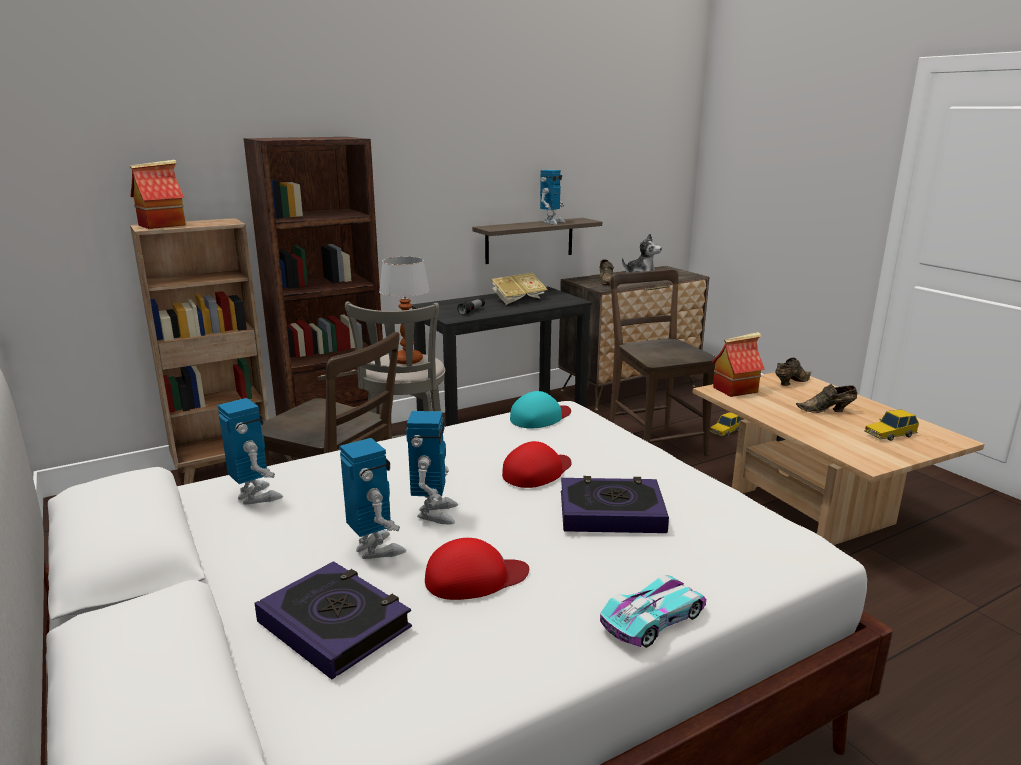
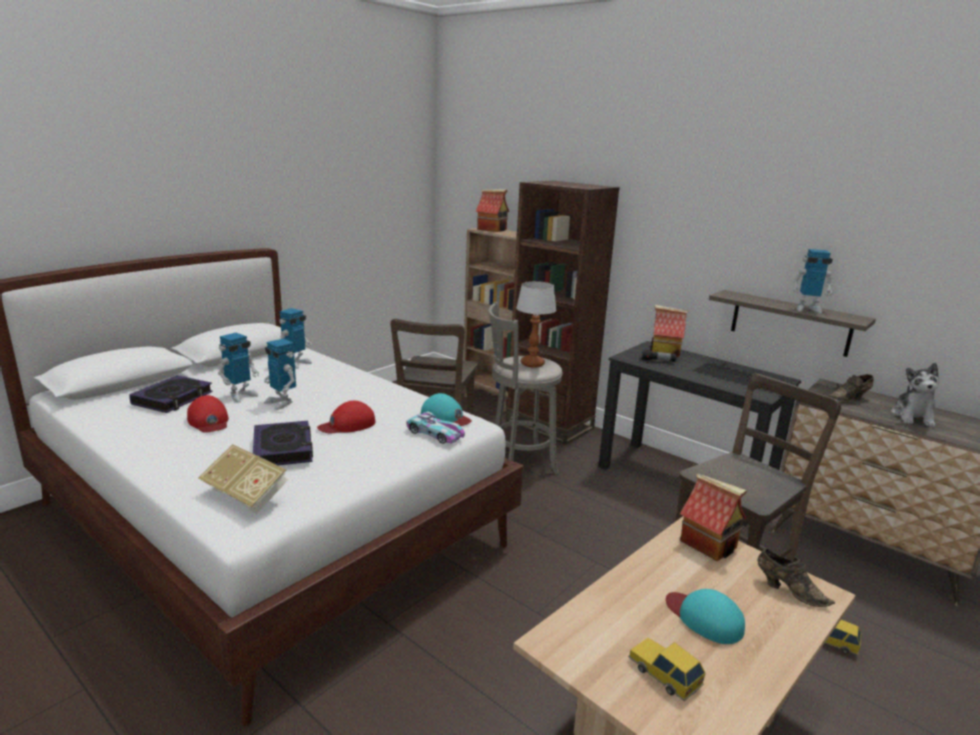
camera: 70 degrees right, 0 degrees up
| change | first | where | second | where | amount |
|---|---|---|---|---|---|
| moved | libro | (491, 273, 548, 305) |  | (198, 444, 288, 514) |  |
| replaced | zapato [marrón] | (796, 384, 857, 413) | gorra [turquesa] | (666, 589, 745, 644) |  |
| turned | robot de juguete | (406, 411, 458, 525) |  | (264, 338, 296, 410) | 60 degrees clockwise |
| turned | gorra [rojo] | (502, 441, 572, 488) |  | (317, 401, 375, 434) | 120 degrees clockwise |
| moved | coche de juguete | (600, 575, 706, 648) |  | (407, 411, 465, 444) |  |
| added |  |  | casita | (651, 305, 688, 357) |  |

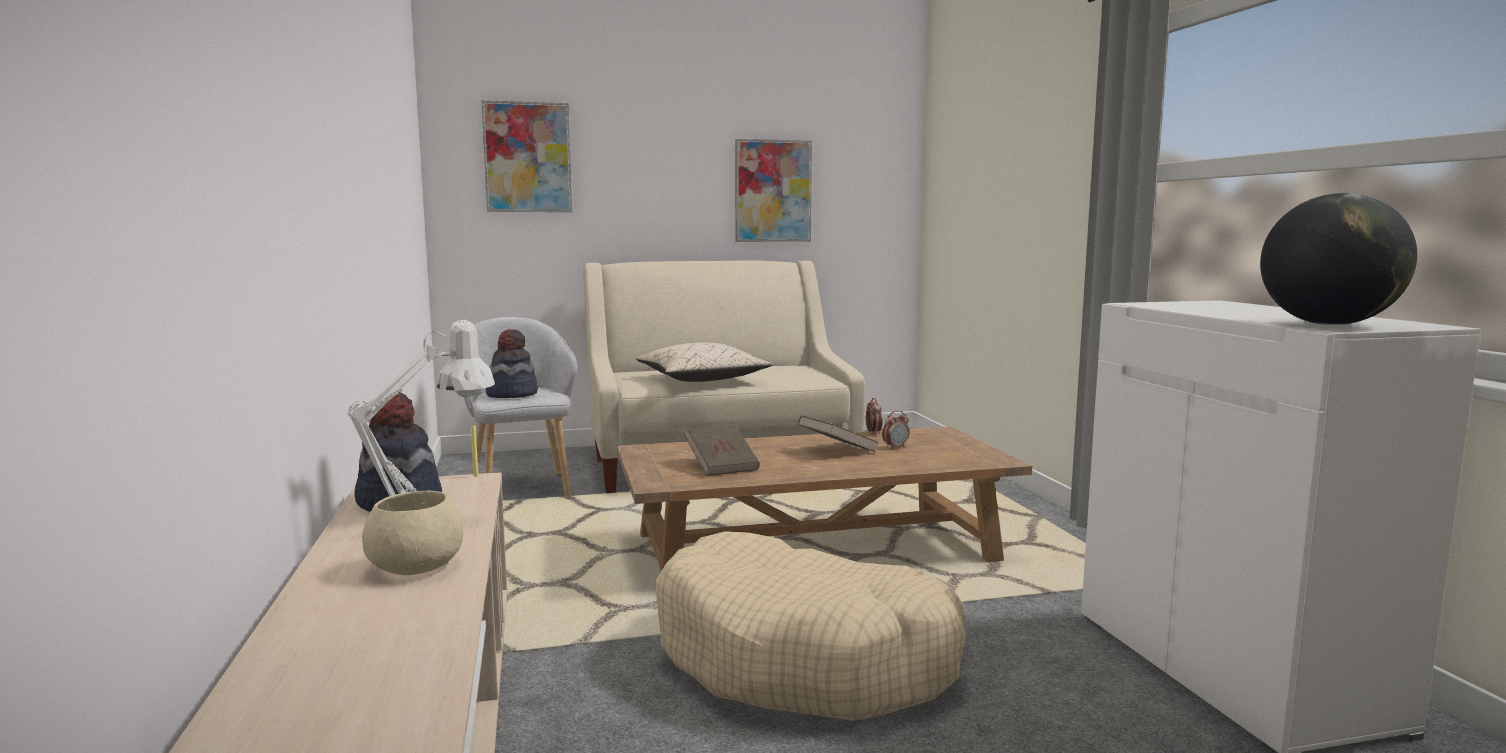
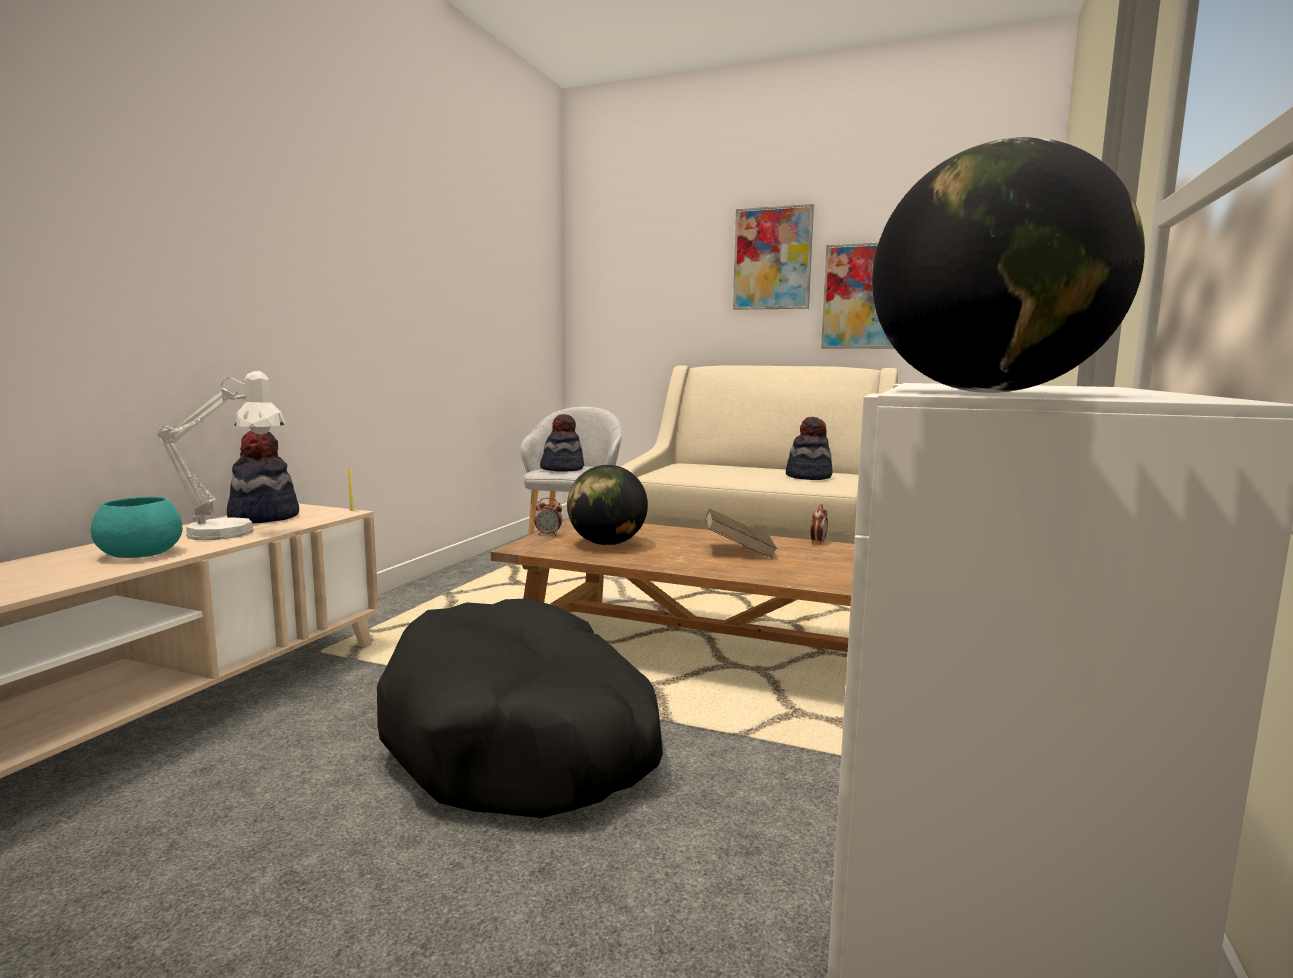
camera: 35 degrees right, 0 degrees up
| change | first | where | second | where | amount |
|---|---|---|---|---|---|
| moved | cuadro | (481, 100, 572, 212) |  | (733, 204, 814, 310) |  |
| removed | cojín [beis] | (636, 343, 773, 382) |  |  |  |
| moved | despertador | (882, 410, 910, 449) |  | (534, 498, 563, 536) |  |
| replaced | libro [marrón] | (683, 421, 760, 476) | globo terráqueo | (567, 465, 648, 545) |  |
| recoloured | cuenco [beis] | (362, 490, 463, 575) | cuenco [turquesa] | (91, 497, 183, 558) |  |
| recoloured | cama para perro [beis] | (655, 531, 967, 720) | cama para perro [negro] | (377, 598, 663, 818) |  |
| added |  |  | sombrero | (786, 417, 833, 480) |  |

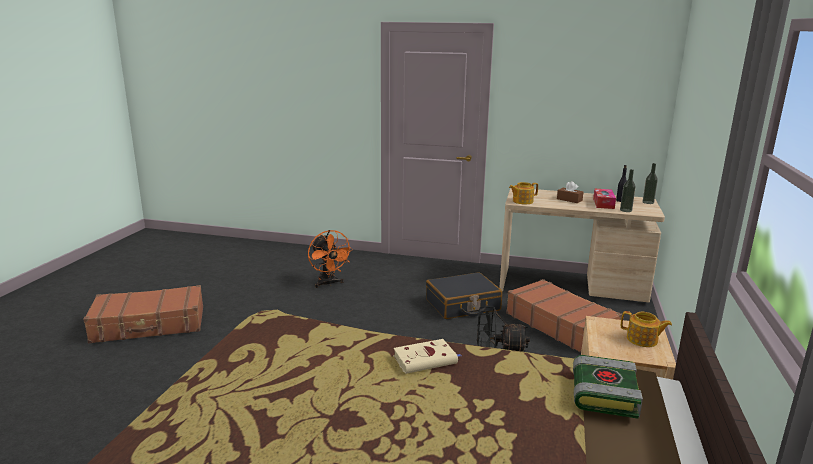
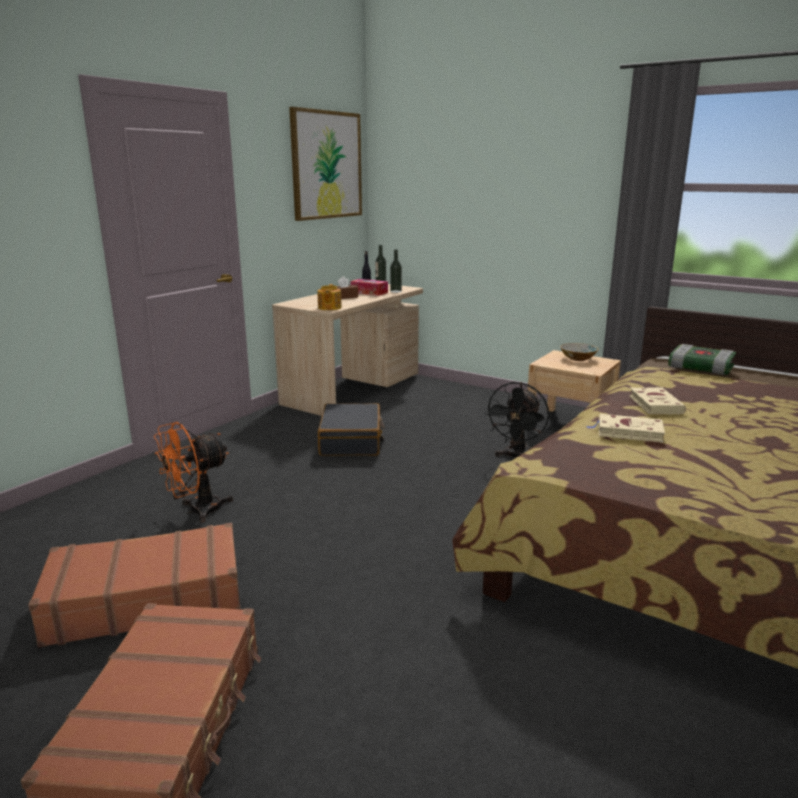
camera: 70 degrees left, 0 degrees up
| change | first | where | second | where | amount |
|---|---|---|---|---|---|
| turned | ventilador [naranja] | (308, 230, 353, 288) |  | (154, 422, 233, 522) | 150 degrees clockwise |
| moved | maleta [marrón] | (506, 279, 622, 353) |  | (28, 523, 241, 648) |  |
| replaced | tetera | (621, 311, 672, 347) | cuenco | (560, 343, 598, 361) |  |
| added |  |  | cuadro | (289, 107, 362, 221) |  |
| added |  |  | libro [beis] | (587, 414, 665, 443) |  |

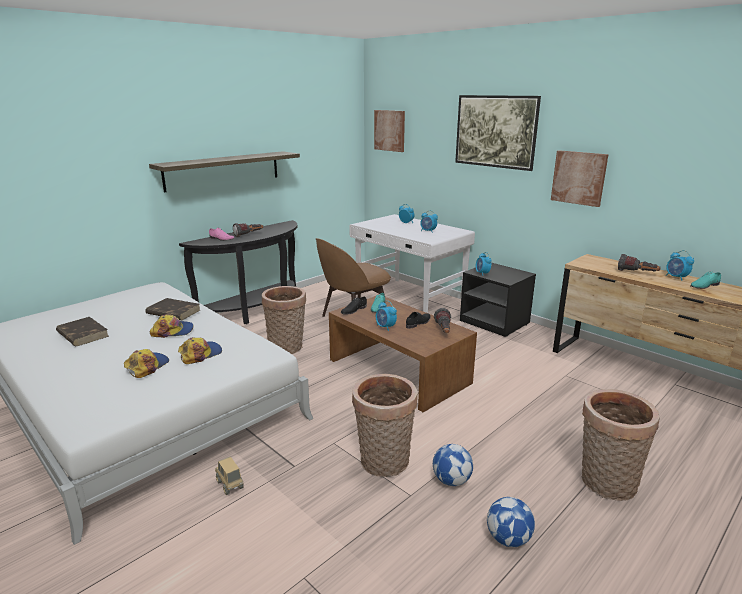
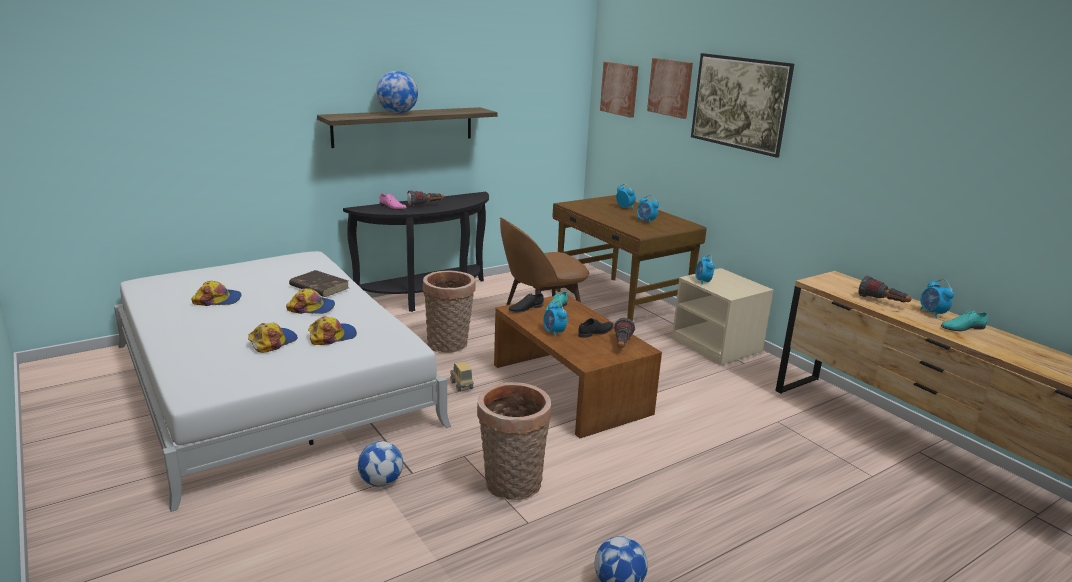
camera: 10 degrees right, 0 degrees up
| change | first | where | second | where | amount |
|---|---|---|---|---|---|
| moved | cuadro | (551, 150, 608, 207) |  | (647, 58, 693, 119) |  |
| recoloured | escritorio [blanco] | (349, 214, 475, 313) | escritorio [marrón] | (552, 195, 707, 321) |  |
| recoloured | mesita de noche [negro] | (460, 263, 536, 337) | mesita de noche [beis] | (672, 268, 774, 365) |  |
| replaced | libro [marrón] | (56, 317, 109, 346) | gorra | (191, 281, 242, 306) |  |
| removed | cesta | (582, 389, 660, 501) |  |  |  |
| moved | balón de fútbol | (433, 444, 473, 486) |  | (358, 441, 403, 487) |  |
| moved | camión de juguete | (215, 456, 244, 495) |  | (450, 361, 474, 392) |  |
| added |  |  | globo terráqueo | (376, 71, 418, 114) |  |

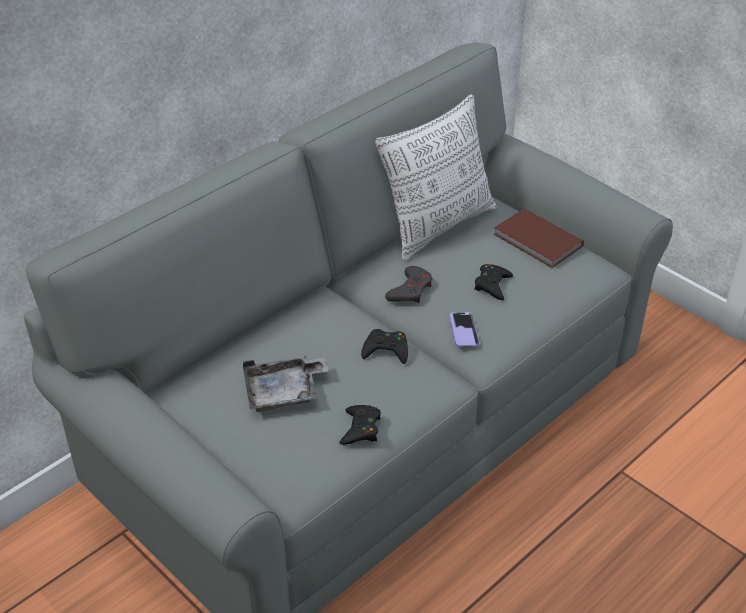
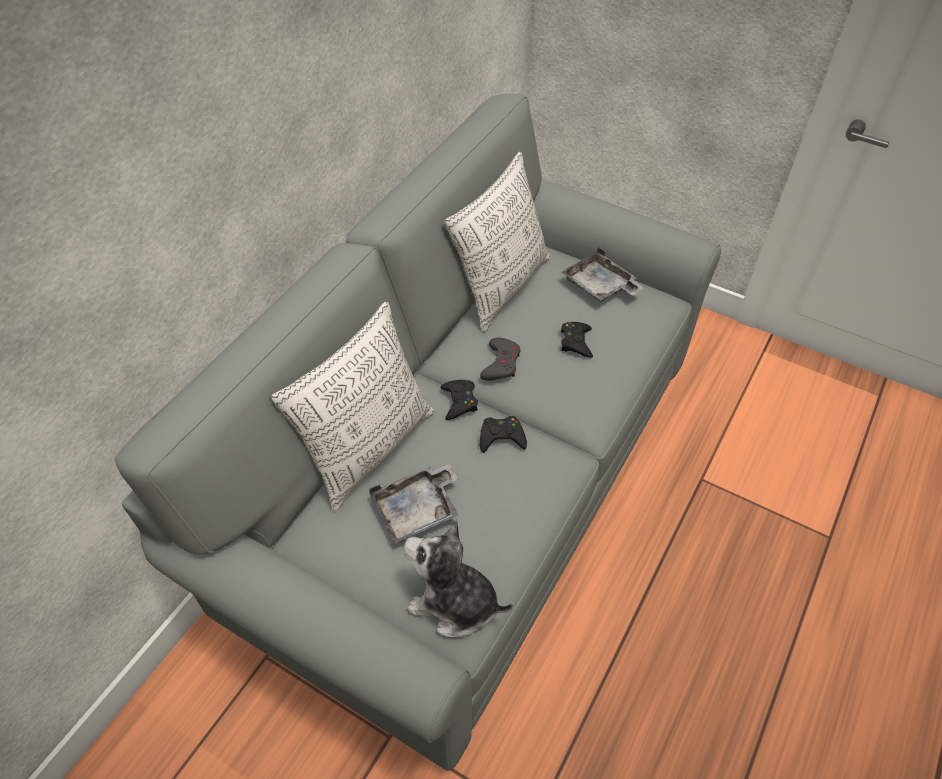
camera: 15 degrees left, 10 degrees up
| change | first | where | second | where | amount |
|---|---|---|---|---|---|
| replaced | libro [marrón] | (493, 208, 584, 268) | bandeja [gris] | (562, 247, 644, 302) |  |
| removed | móvil | (449, 312, 479, 347) |  |  |  |
| moved | mando de consola [negro] | (339, 405, 381, 445) |  | (440, 380, 478, 420) |  |
| added |  |  | cojín | (271, 301, 434, 511) |  |
| added |  |  | peluche | (404, 519, 513, 637) |  |

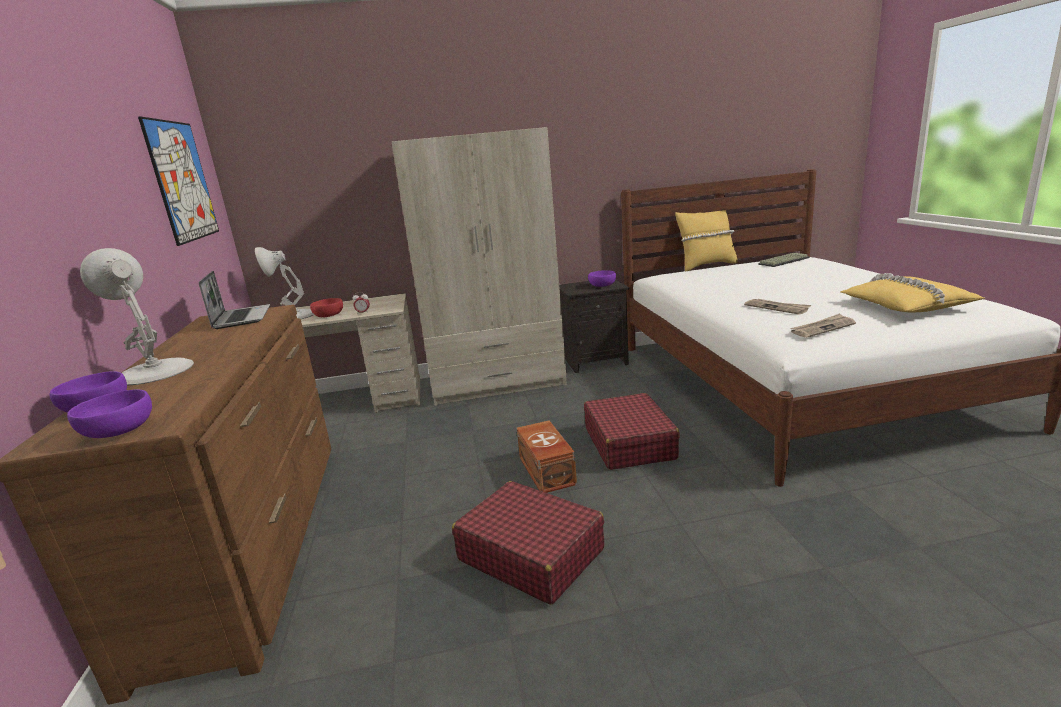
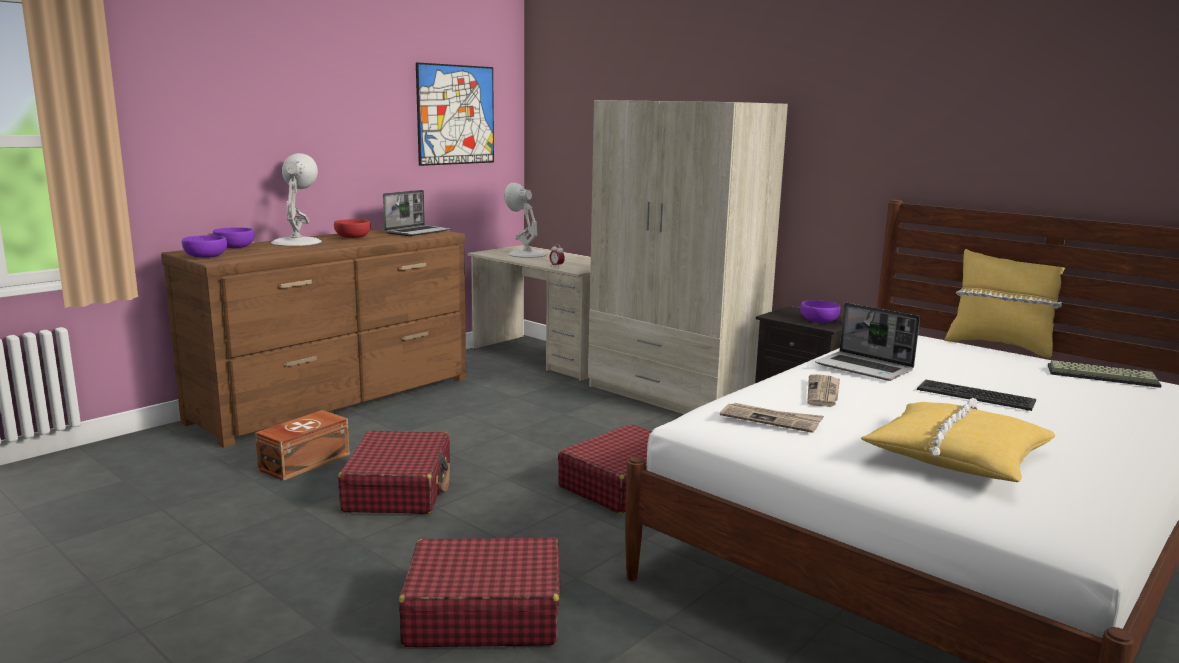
camera: 50 degrees right, 5 degrees down
| change | first | where | second | where | amount |
|---|---|---|---|---|---|
| moved | cuenco [rojo] | (310, 298, 343, 317) |  | (334, 219, 371, 238) |  |
| moved | caja de almacenaje [marrón] | (517, 420, 577, 493) |  | (255, 410, 350, 481) |  |
| added |  |  | portátil | (815, 303, 920, 381) |  |
| added |  |  | teclado | (917, 379, 1036, 411) |  |
| added |  |  | maleta [rojo] | (399, 538, 560, 647) |  |

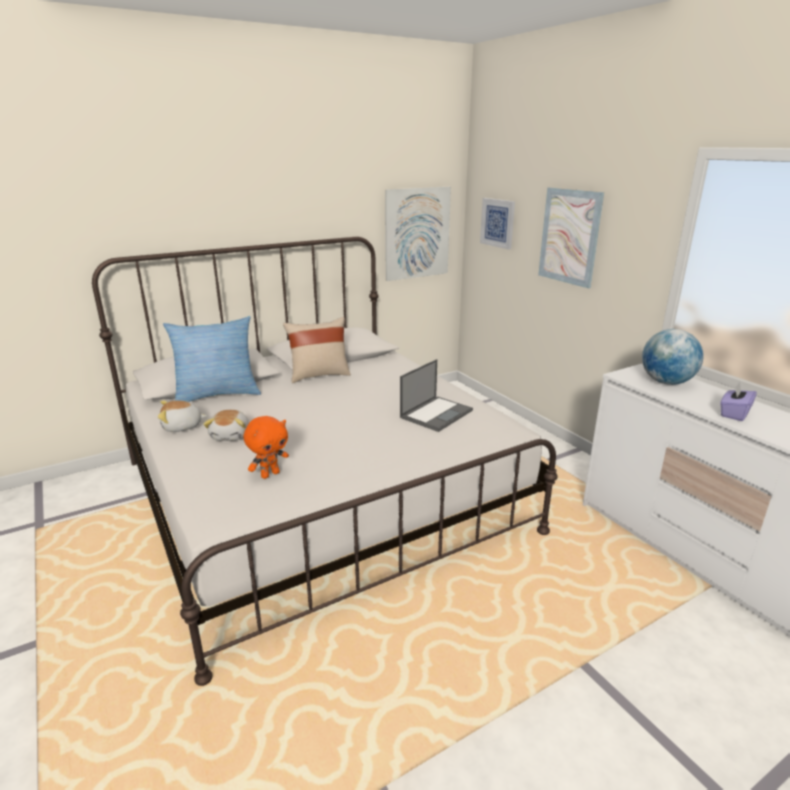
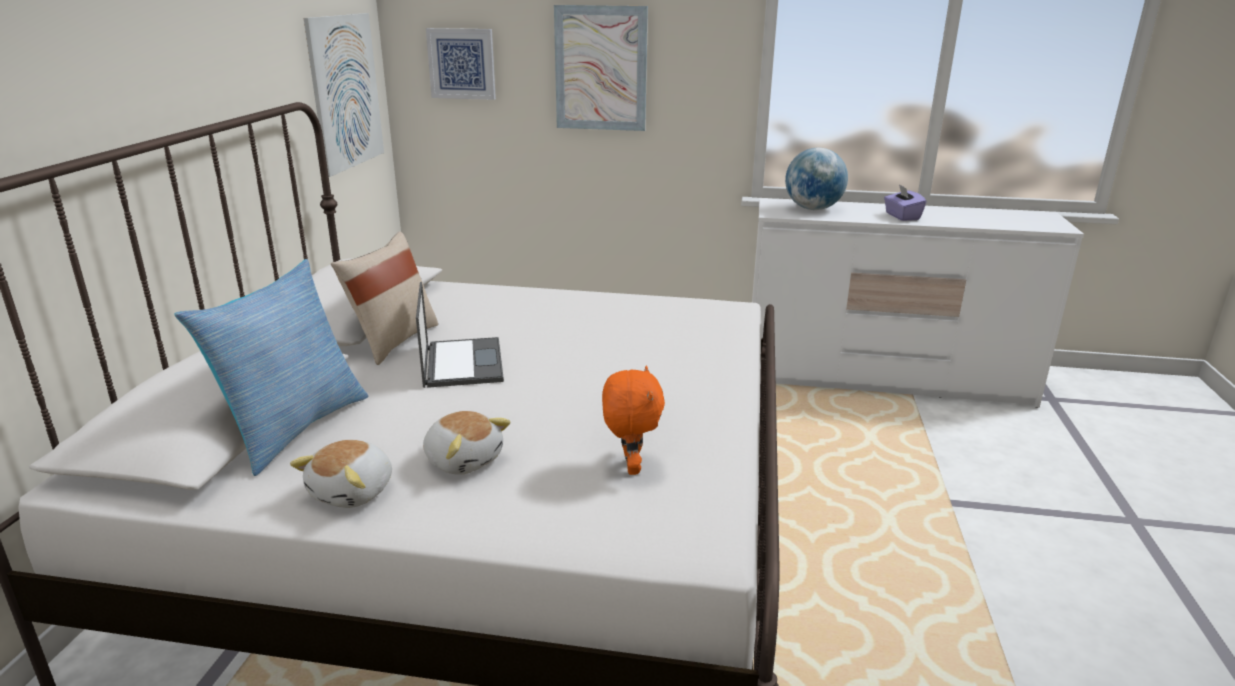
camera: 50 degrees left, 0 degrees up
| change | first | where | second | where | amount |
|---|---|---|---|---|---|
| moved | portátil | (400, 359, 473, 432) |  | (416, 282, 504, 388) |  |

